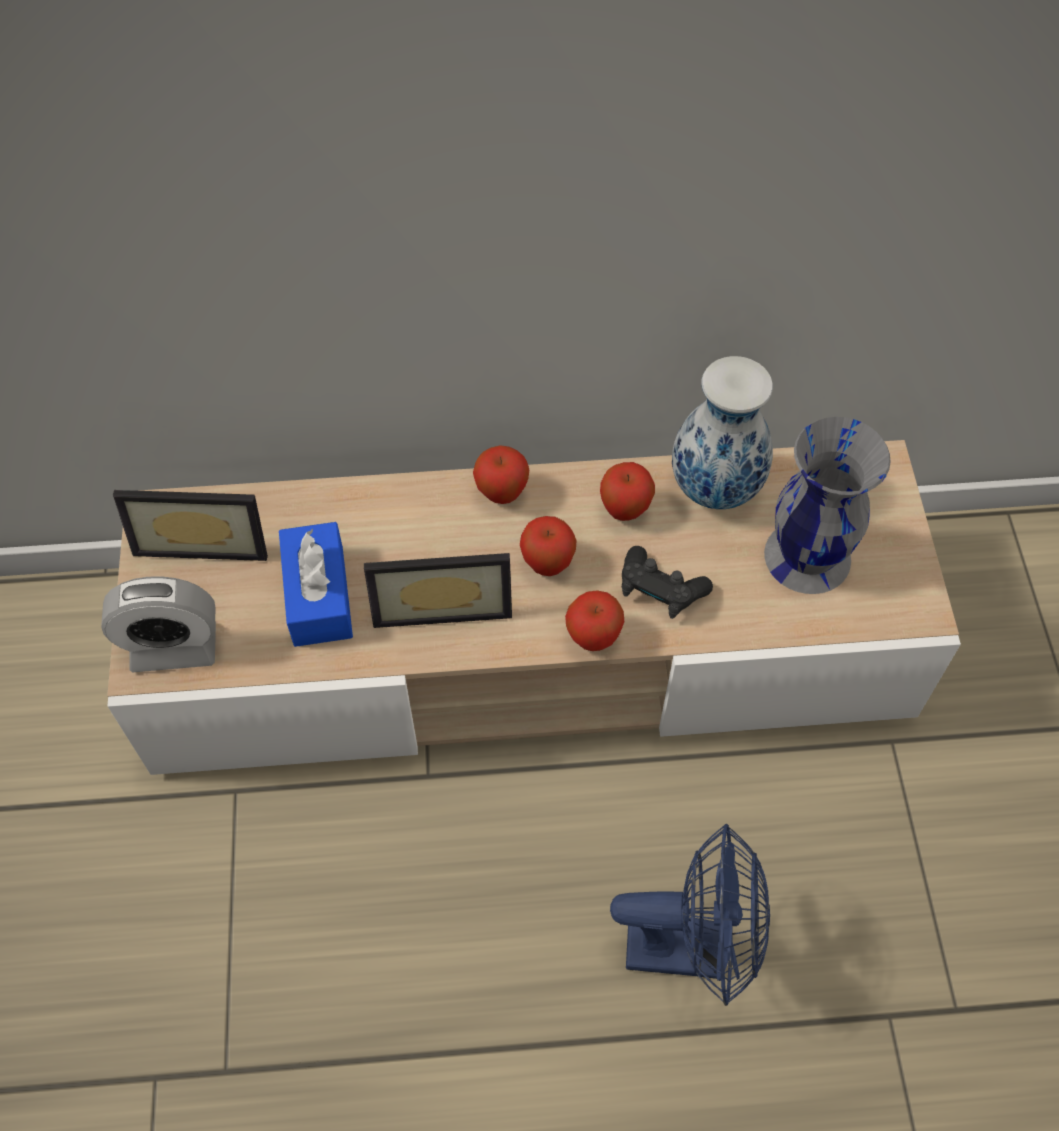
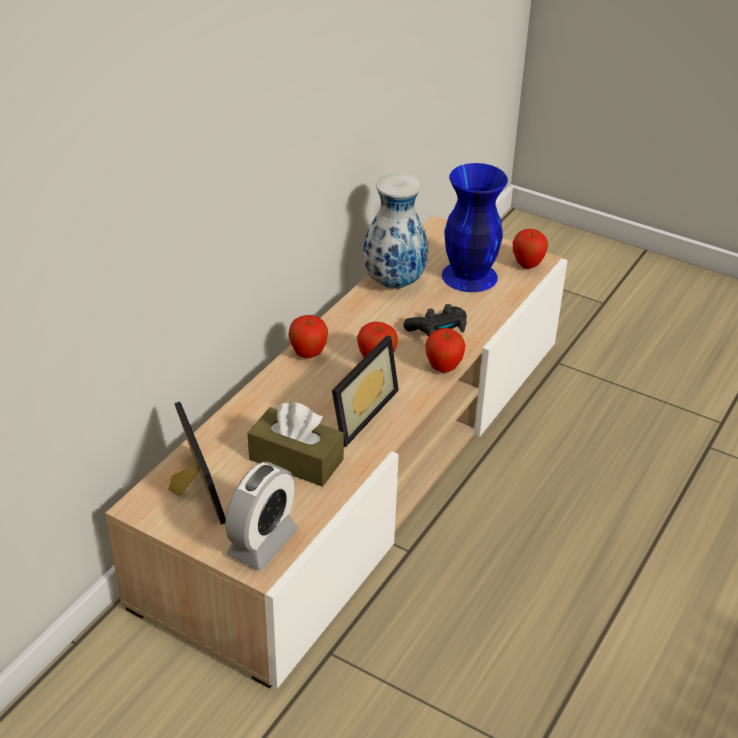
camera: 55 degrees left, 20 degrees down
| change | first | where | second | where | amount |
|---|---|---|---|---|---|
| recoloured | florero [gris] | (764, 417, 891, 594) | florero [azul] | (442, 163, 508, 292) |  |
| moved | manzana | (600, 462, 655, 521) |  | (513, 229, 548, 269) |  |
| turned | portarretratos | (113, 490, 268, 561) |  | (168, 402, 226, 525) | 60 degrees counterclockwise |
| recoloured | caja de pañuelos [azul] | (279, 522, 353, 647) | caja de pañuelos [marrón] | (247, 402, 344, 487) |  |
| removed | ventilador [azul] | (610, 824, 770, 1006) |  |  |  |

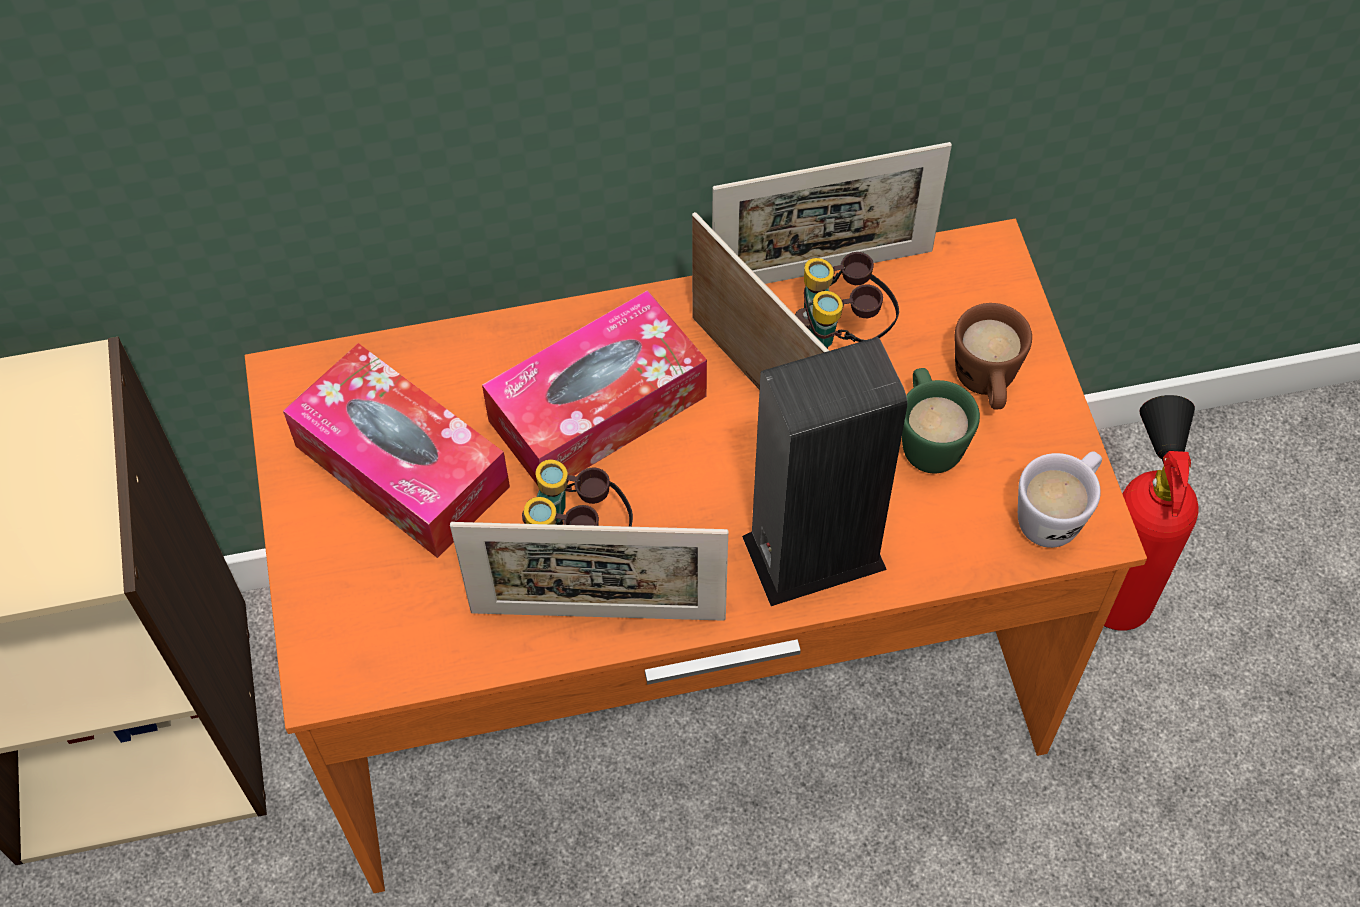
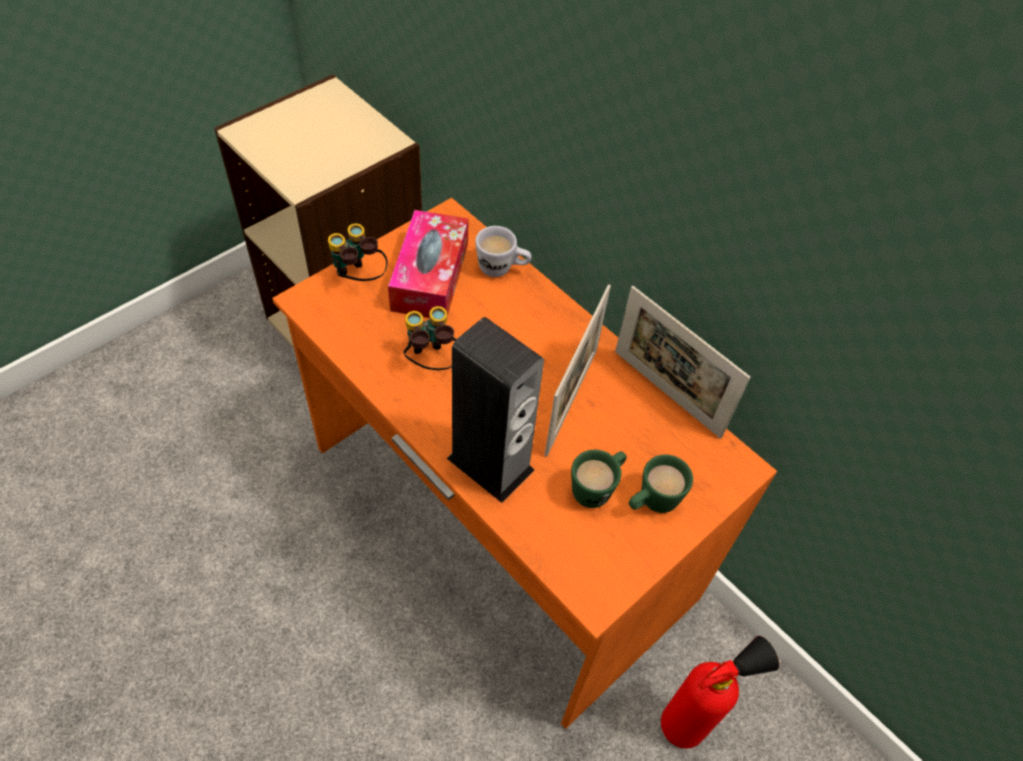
camera: 55 degrees right, 5 degrees down
| change | first | where | second | where | amount |
|---|---|---|---|---|---|
| moved | prismáticos | (795, 252, 899, 349) |  | (328, 223, 388, 281) |  |
| removed | caja de pañuelos | (482, 290, 707, 485) |  |  |  |
| recoloured | taza grande [marrón] | (955, 303, 1032, 410) | taza grande [verde] | (629, 455, 693, 513) |  |
| moved | taza grande [blanco] | (1018, 451, 1102, 548) |  | (475, 226, 532, 277) |  |
| removed | portarretratos | (450, 522, 728, 621) |  |  |  |

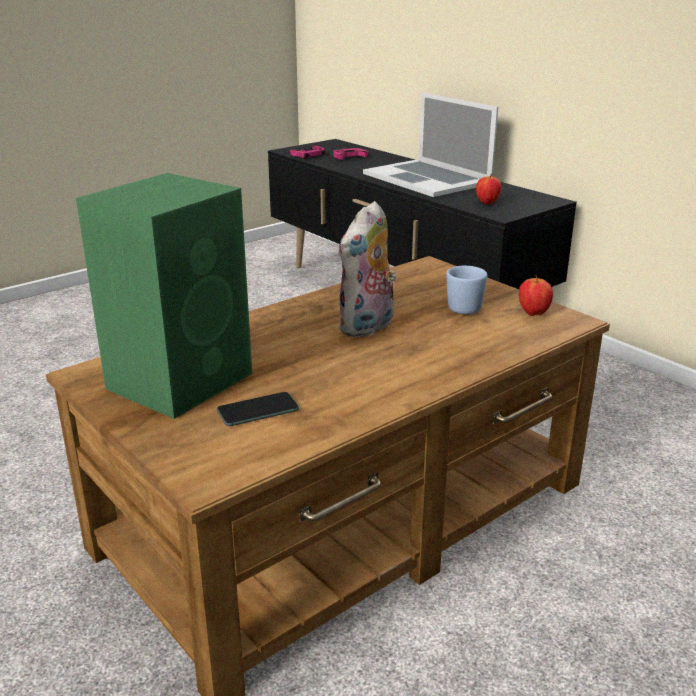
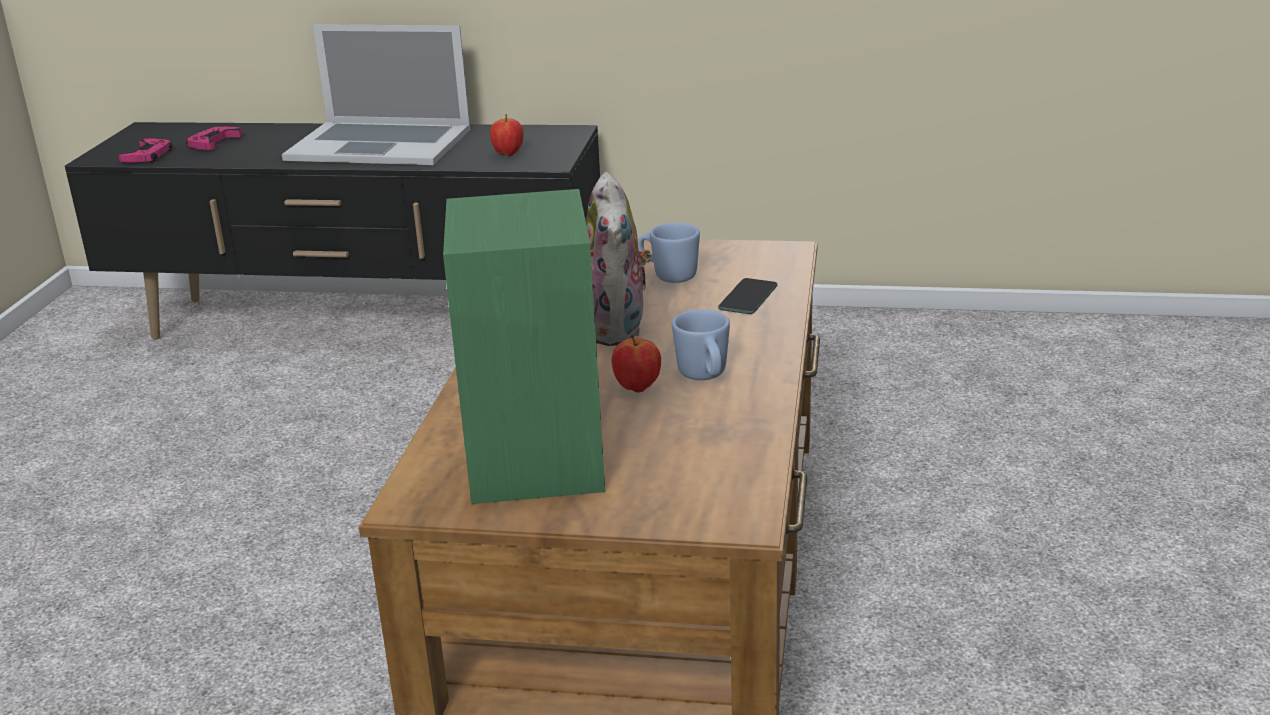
camera: 40 degrees left, 0 degrees up
| change | first | where | second | where | amount |
|---|---|---|---|---|---|
| moved | manzana | (519, 275, 553, 316) |  | (612, 335, 661, 393) |  |
| moved | móvil | (217, 392, 299, 426) |  | (718, 278, 777, 314) |  |
| added |  |  | taza grande [azul] | (672, 309, 730, 380) |  |

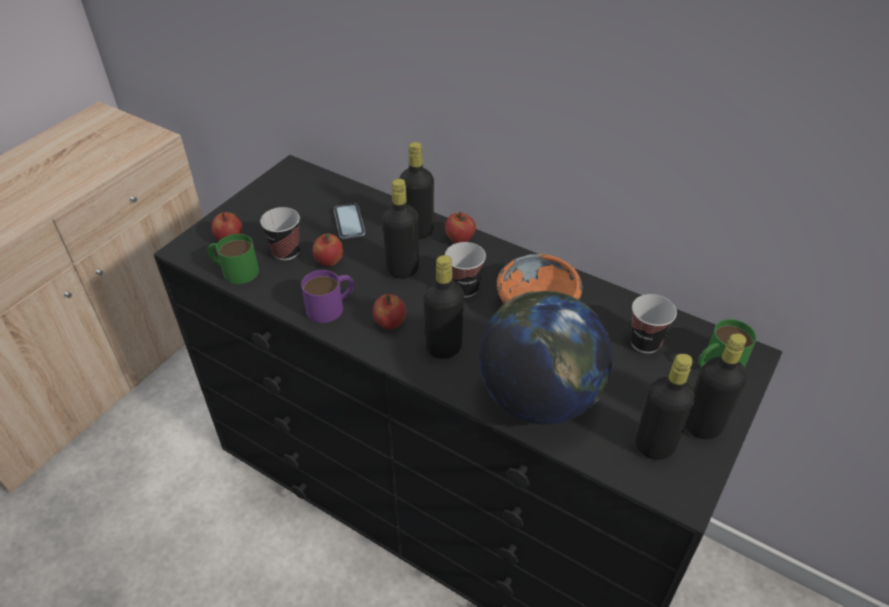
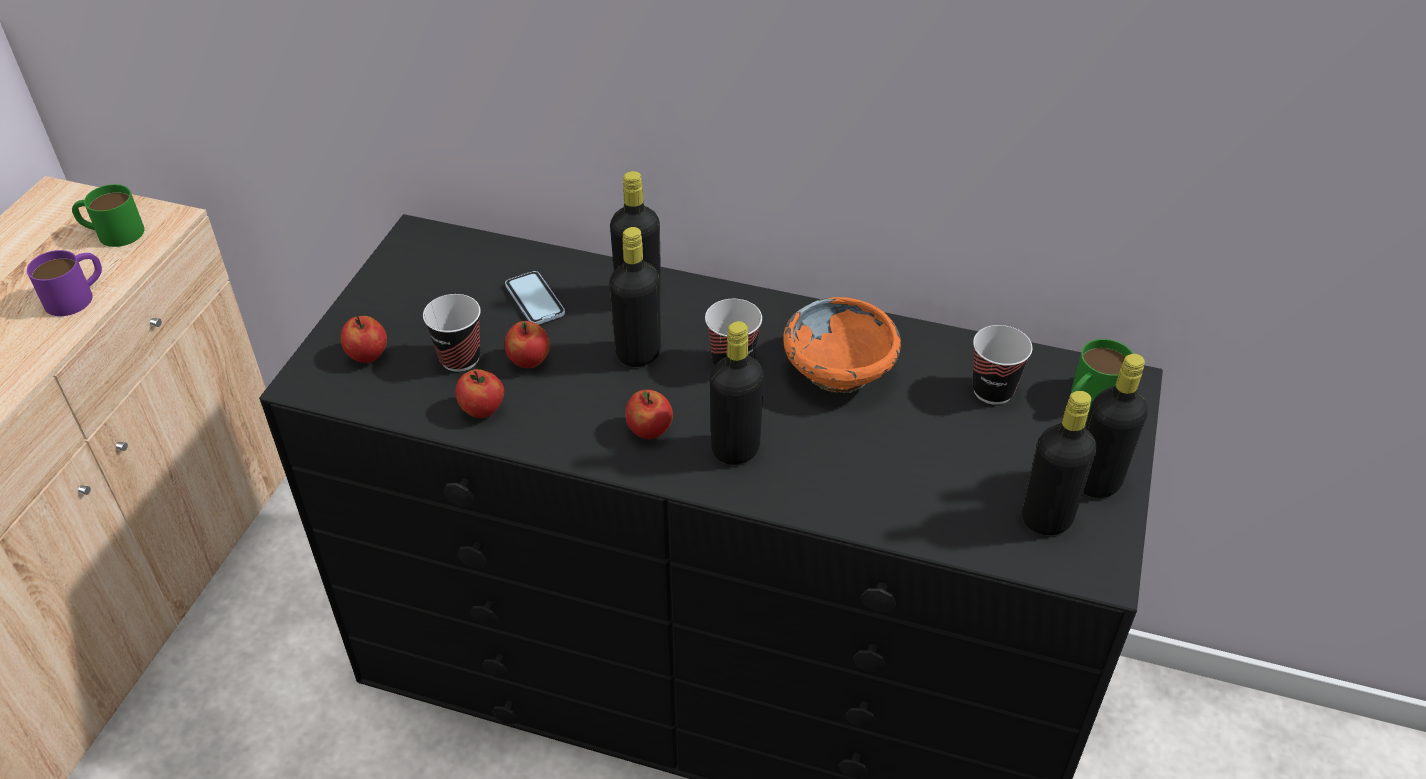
camera: 15 degrees left, 0 degrees up
| change | first | where | second | where | amount |
|---|---|---|---|---|---|
| moved | manzana | (445, 212, 476, 243) |  | (455, 369, 504, 418) |  |
| moved | taza grande [verde] | (207, 234, 259, 284) |  | (72, 184, 144, 247) |  |
| moved | taza grande [morado] | (301, 270, 354, 323) |  | (27, 250, 102, 316) |  |
| removed | globo terráqueo | (478, 291, 613, 424) |  |  |  |

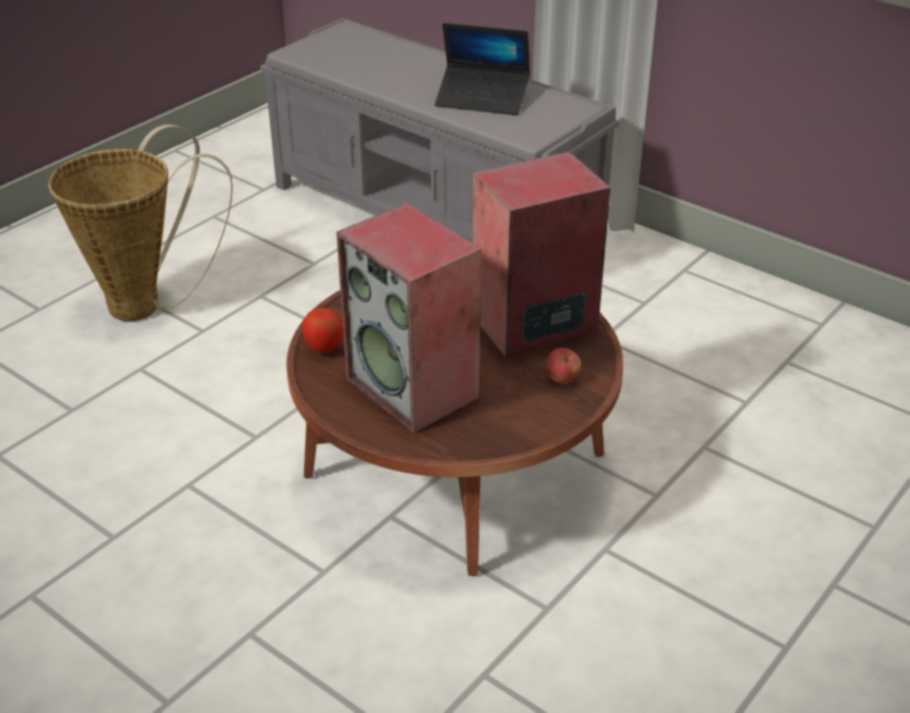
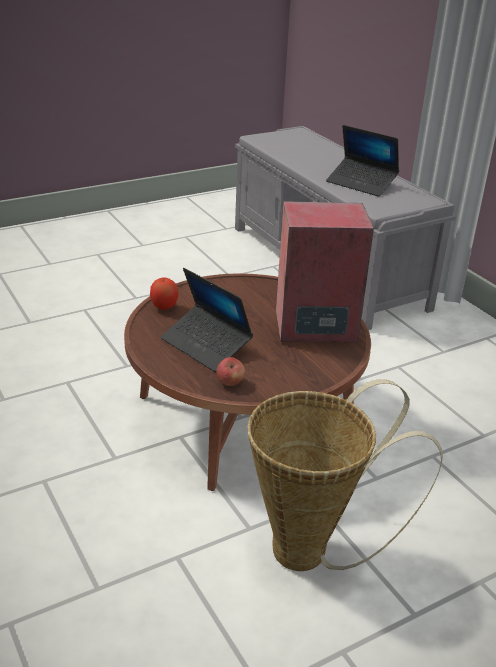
camera: 20 degrees right, 5 degrees down
| change | first | where | second | where | amount |
|---|---|---|---|---|---|
| moved | cesta | (48, 124, 233, 321) |  | (247, 379, 443, 571) |  |
| replaced | altavoz | (337, 203, 482, 433) | portátil | (161, 268, 253, 372) |  |
| moved | manzana | (546, 348, 581, 384) |  | (216, 357, 245, 386) |  |

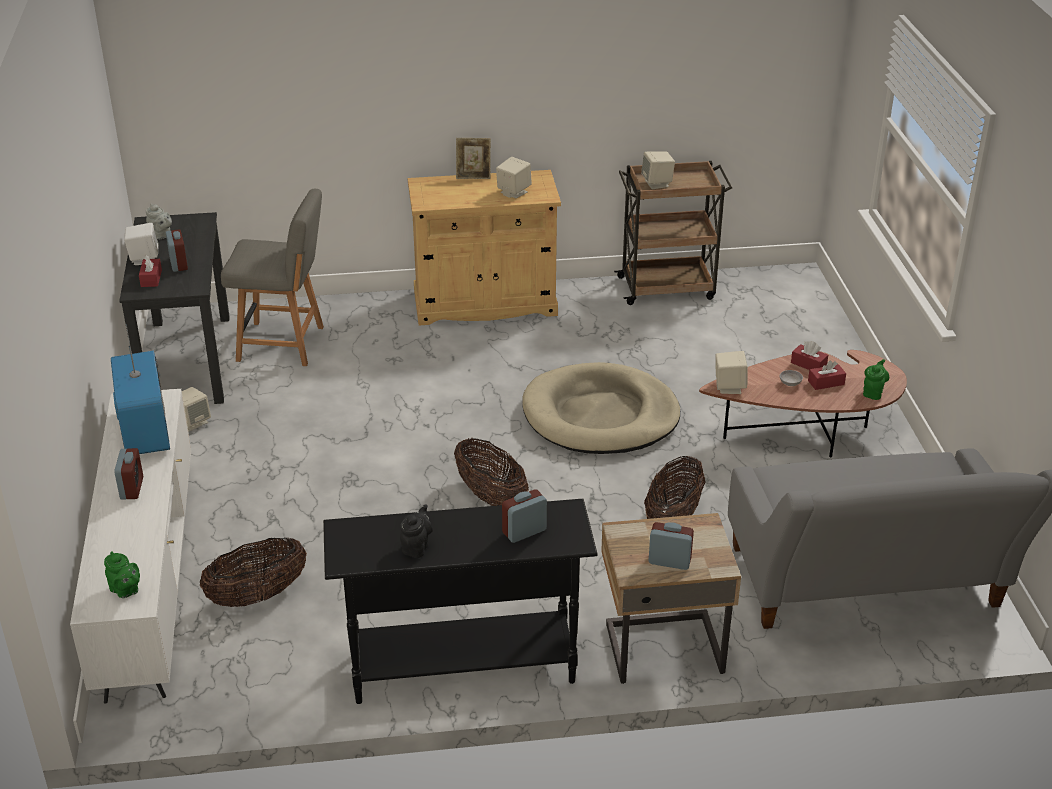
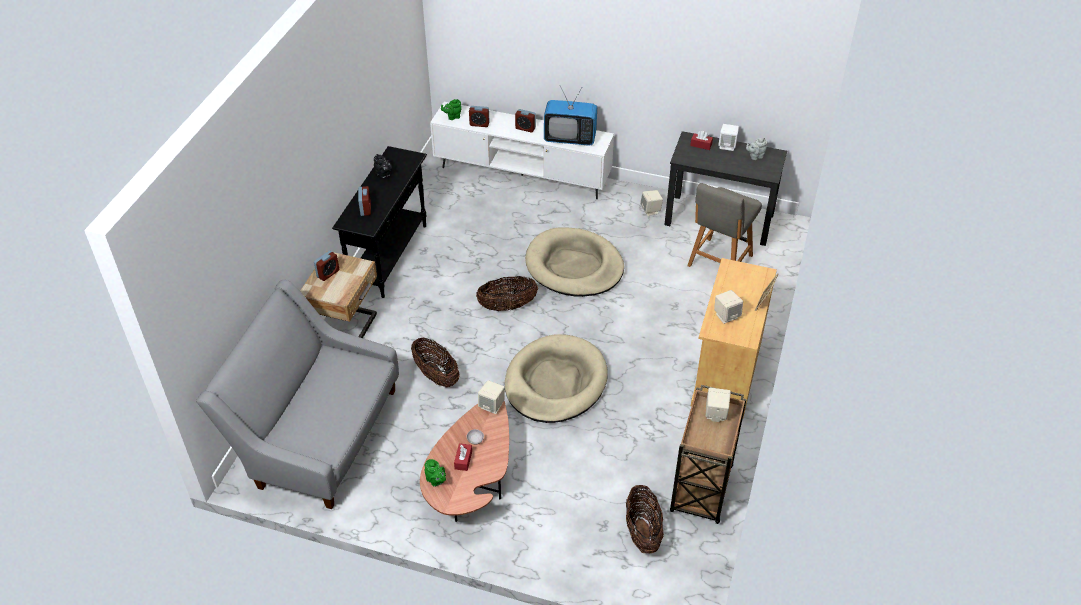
camera: 115 degrees right, 10 degrees up
| change | first | where | second | where | amount |
|---|---|---|---|---|---|
| moved | despertador | (166, 229, 188, 272) |  | (469, 106, 490, 127) |  |
| removed | caja de pañuelos [rojo] | (791, 341, 828, 370) |  |  |  |
| moved | cesta | (200, 537, 307, 607) |  | (626, 485, 664, 554) |  |
| added |  |  | cama para perro [beis] | (525, 227, 624, 297) |  |

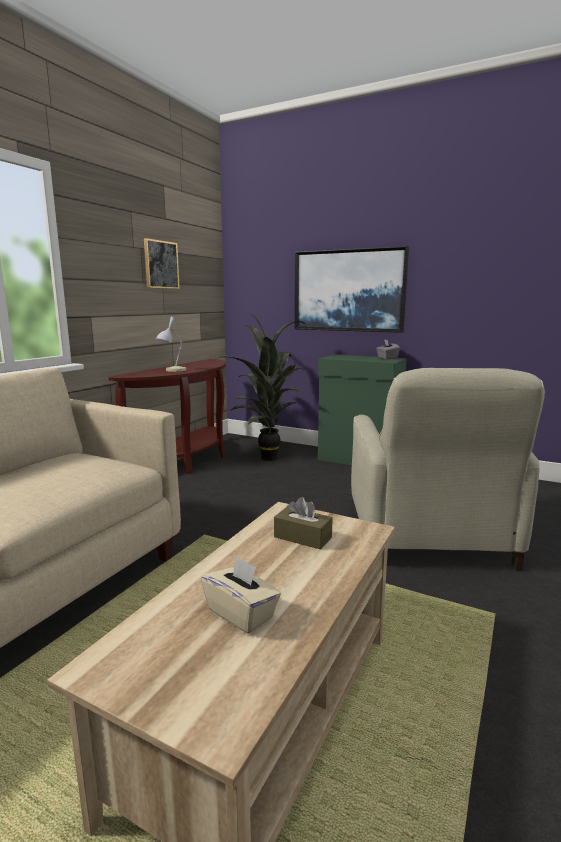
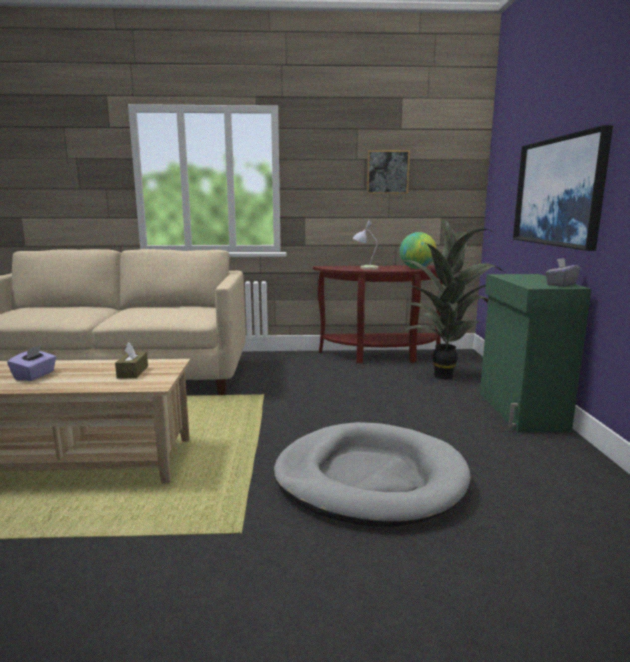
camera: 60 degrees right, 0 degrees up
| change | first | where | second | where | amount |
|---|---|---|---|---|---|
| replaced | sillón [beis] | (351, 368, 545, 571) | cama para perro [gris] | (274, 422, 471, 526) |  |
| recoloured | caja de pañuelos [beis] | (201, 555, 281, 634) | caja de pañuelos [morado] | (7, 345, 57, 381) |  |
| added |  |  | globo terráqueo | (400, 232, 437, 269) |  |

